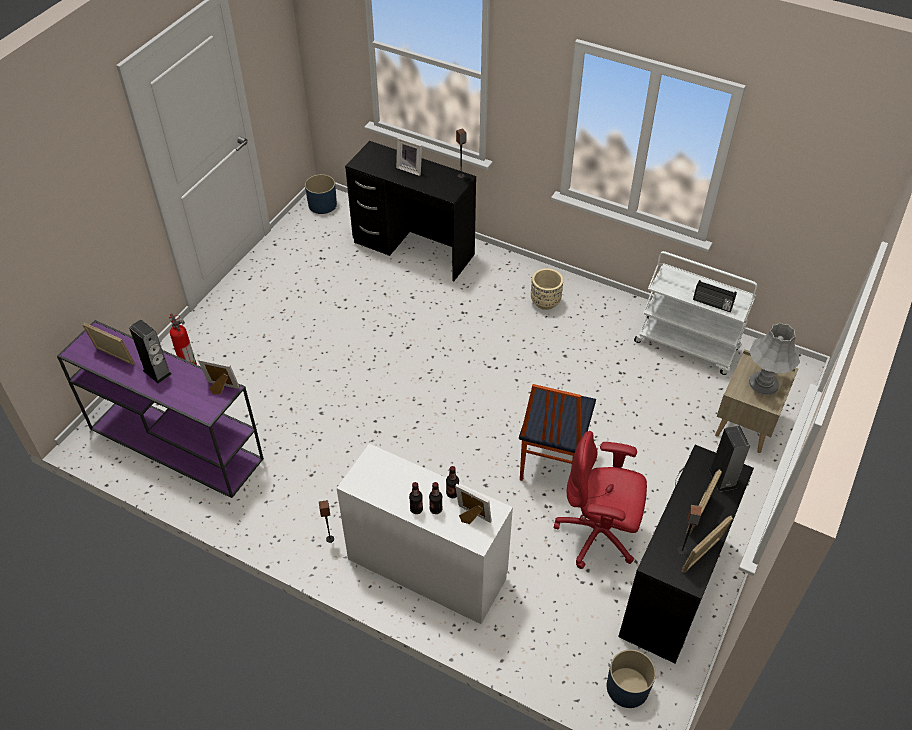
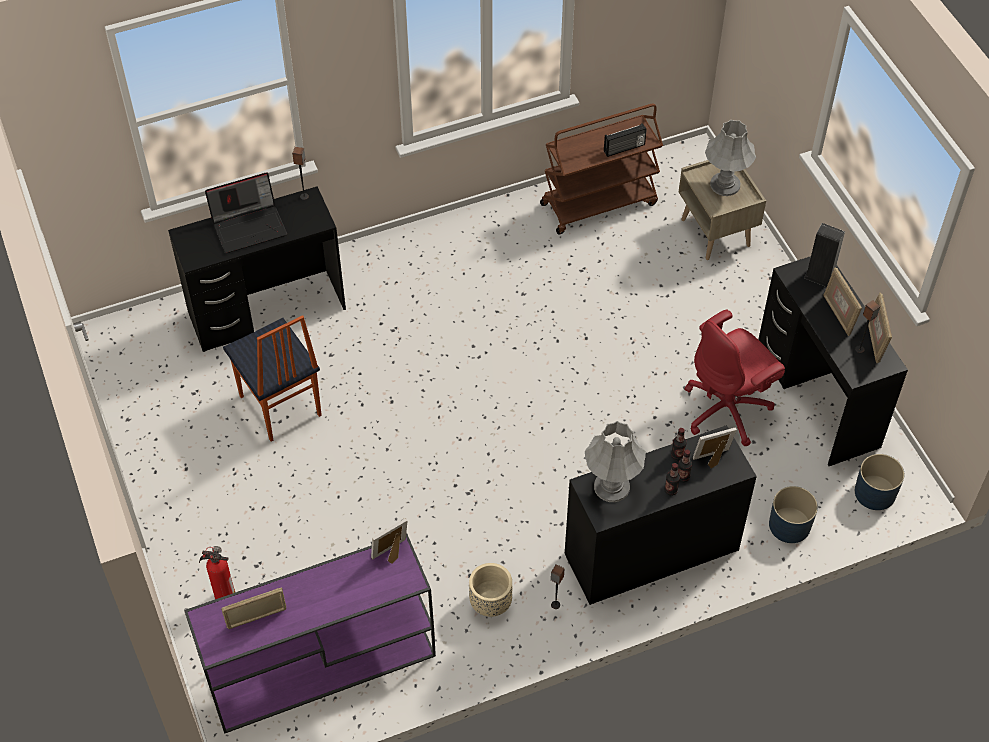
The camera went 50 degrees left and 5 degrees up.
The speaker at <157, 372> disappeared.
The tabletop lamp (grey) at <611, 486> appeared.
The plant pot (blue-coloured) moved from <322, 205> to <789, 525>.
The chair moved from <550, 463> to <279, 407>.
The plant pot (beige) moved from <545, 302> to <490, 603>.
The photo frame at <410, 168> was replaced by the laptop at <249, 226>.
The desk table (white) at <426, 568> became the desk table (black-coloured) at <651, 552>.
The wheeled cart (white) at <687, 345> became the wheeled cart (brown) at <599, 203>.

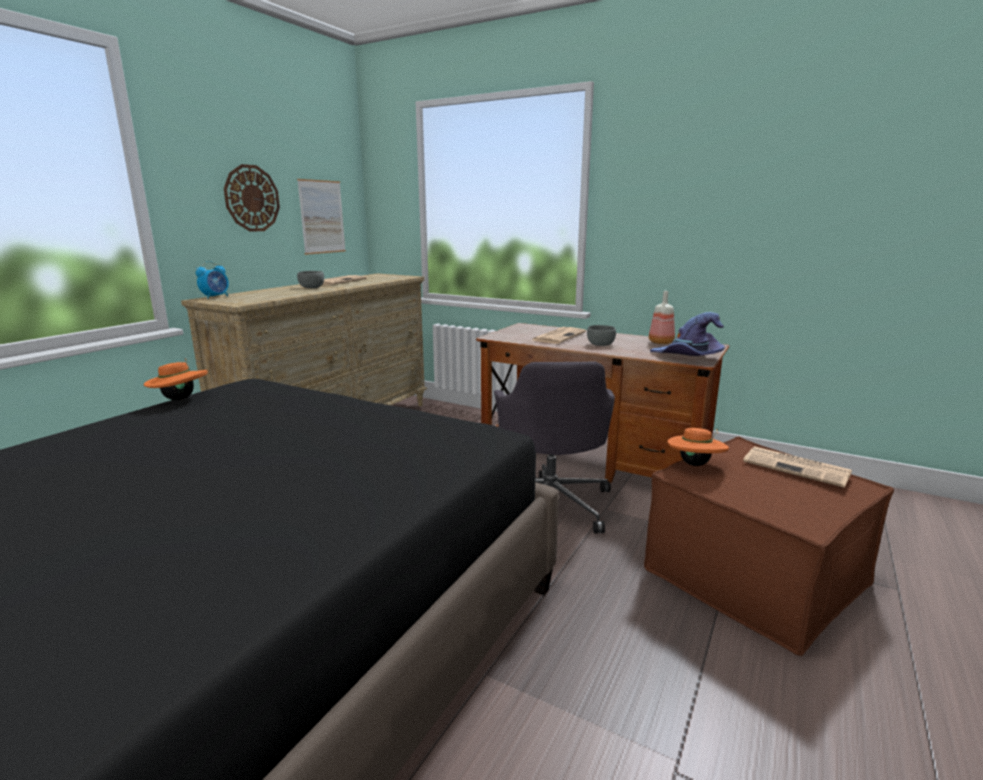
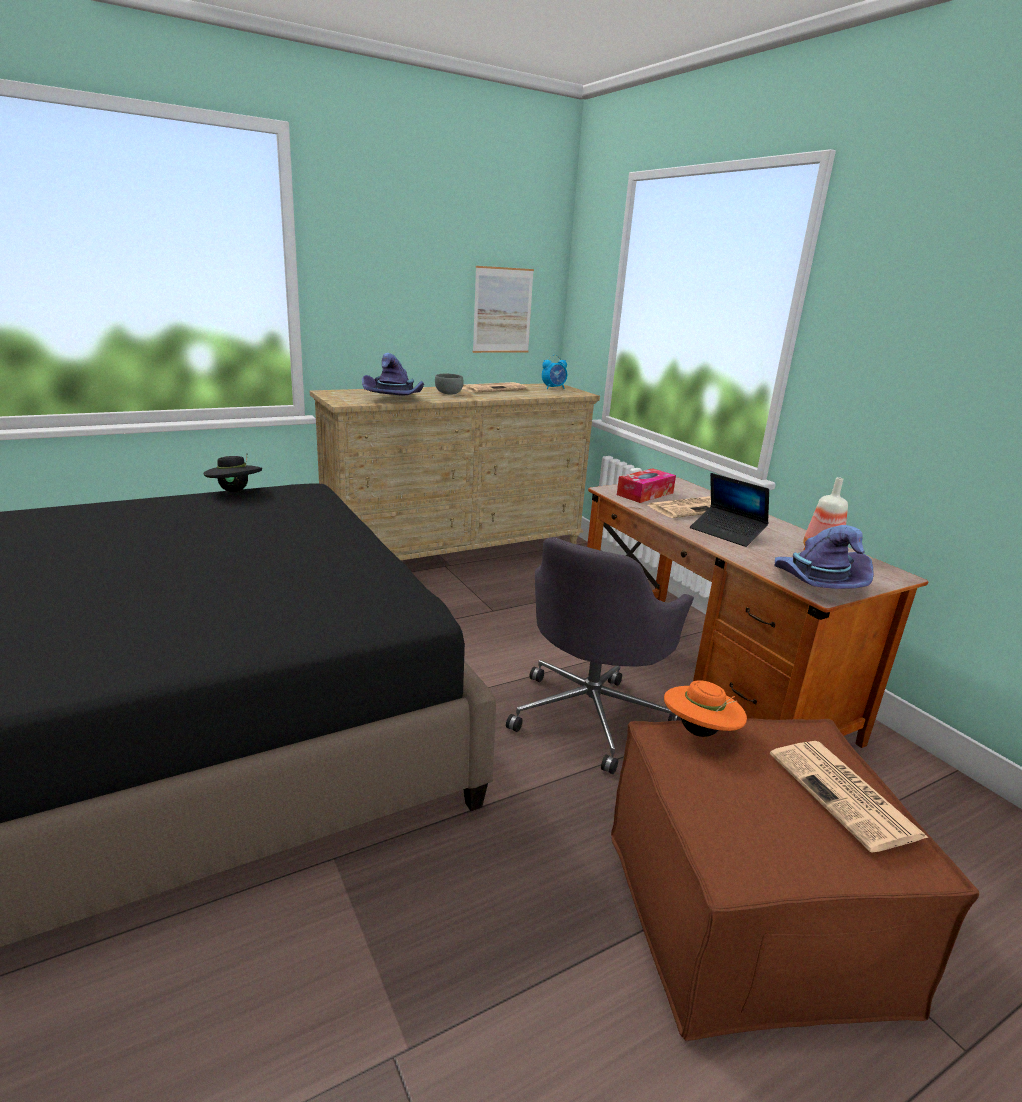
The camera went 30 degrees right and 5 degrees up.
The clock on the wall at <252, 198> disappeared.
The wearable hat (purple-coloured) at <394, 399> appeared.
The tissue box at <645, 494> appeared.
The bedside clock moved from <216, 297> to <554, 388>.
The deep dish (grey) at <601, 344> was replaced by the laptop at <727, 533>.
The wearable hat (orangey) at <180, 399> became the wearable hat (black-coloured) at <235, 491>.

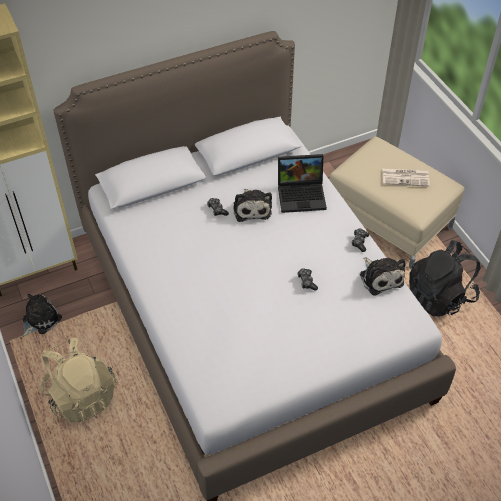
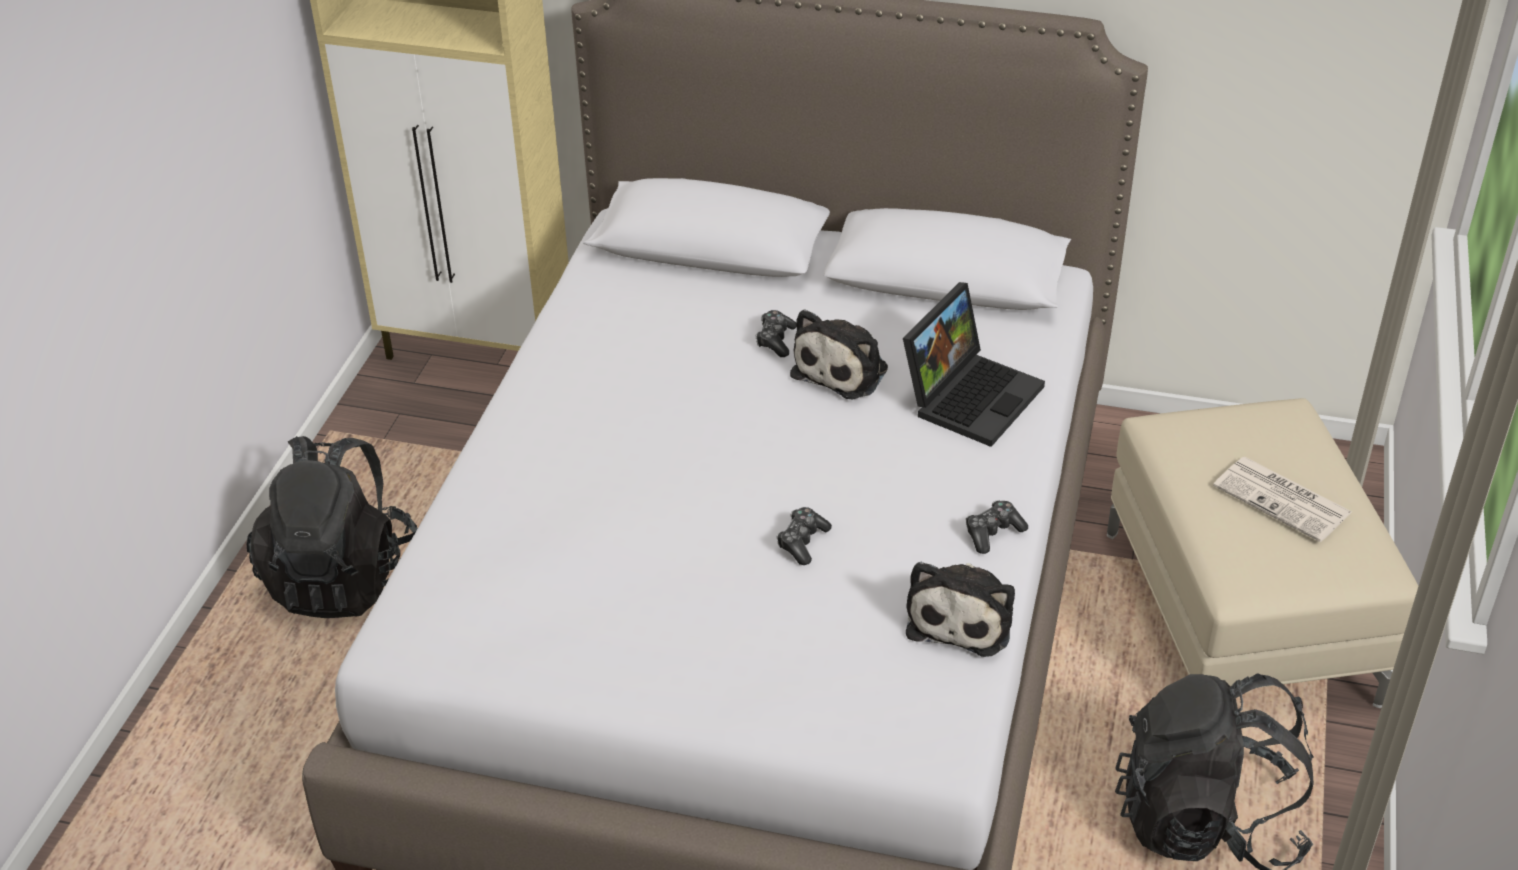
The camera went 40 degrees right and 10 degrees down.
The cuddly toy at <40, 320> disappeared.
The knapsack (beige) at <81, 395> became the knapsack (black-coloured) at <342, 577>.
The laptop at <302, 194> turned 90 degrees counterclockwise.

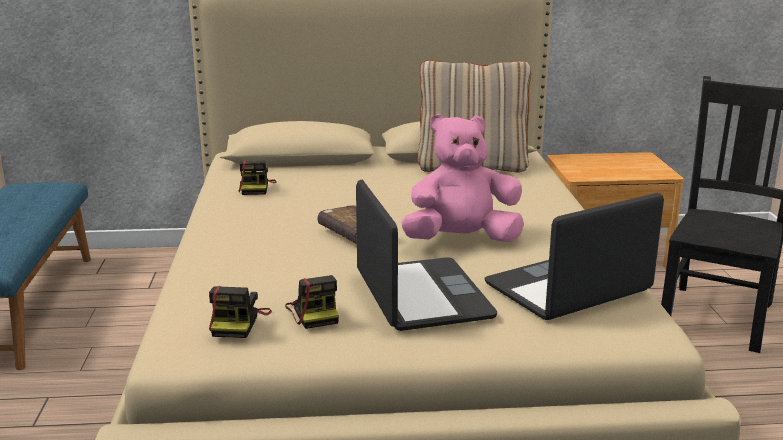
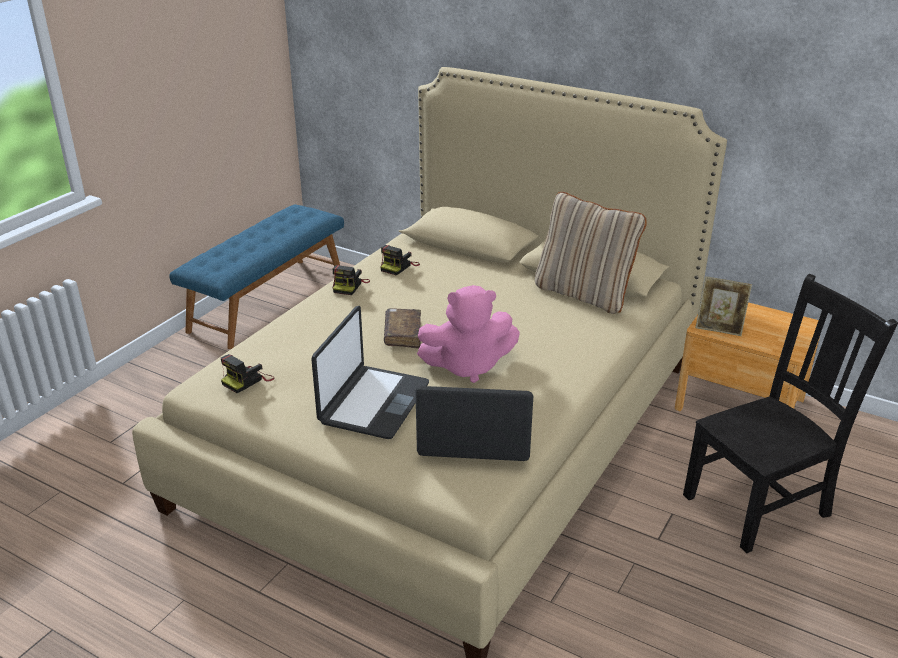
The camera went 35 degrees right and 10 degrees up.
The photo frame at <719, 328> appeared.
The photo camera moved from <314, 312> to <350, 286>.
The cuddly toy (pinkish) at <461, 240> turned 150 degrees clockwise.

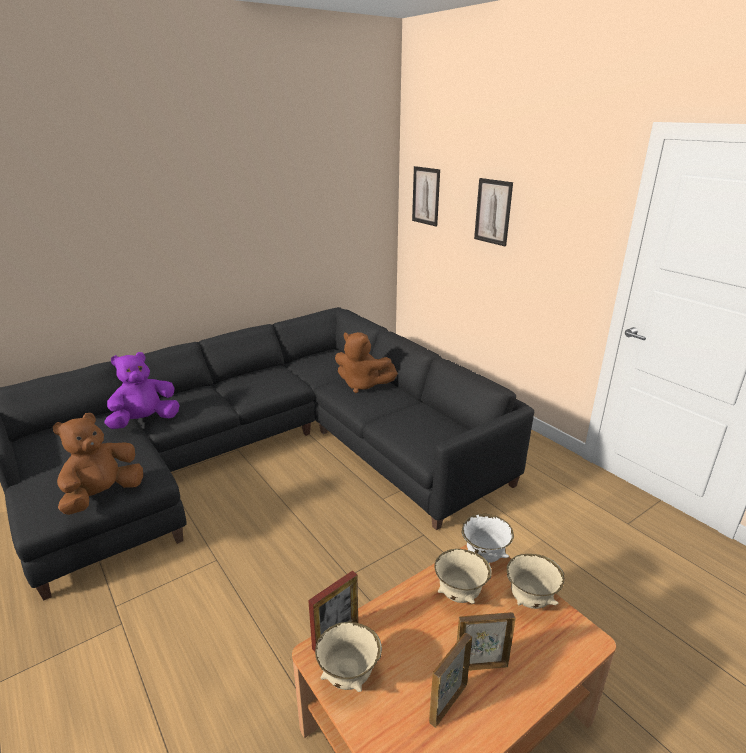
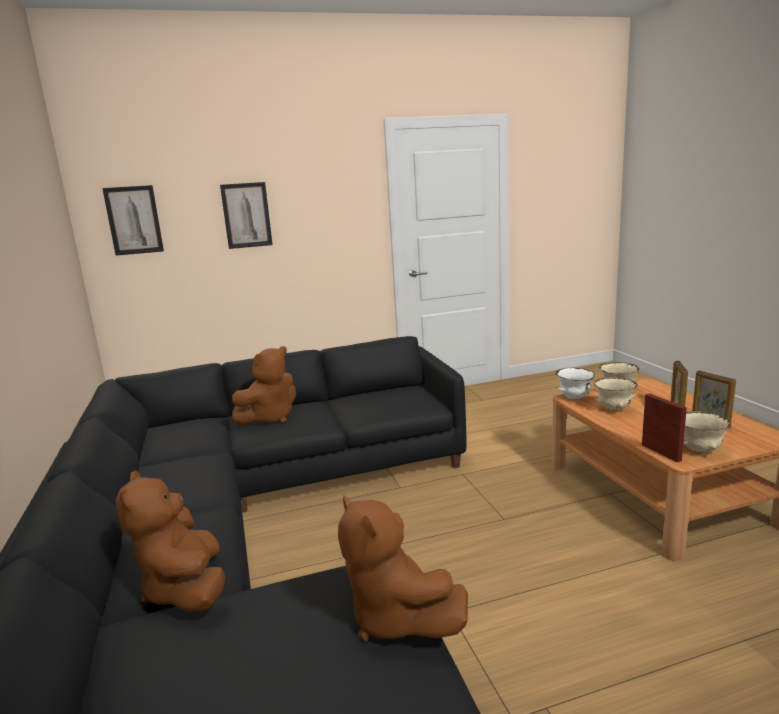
The camera went 70 degrees left and 10 degrees down.
The cuddly toy (purple-coloured) at <145, 421> became the cuddly toy (brown) at <186, 589>.

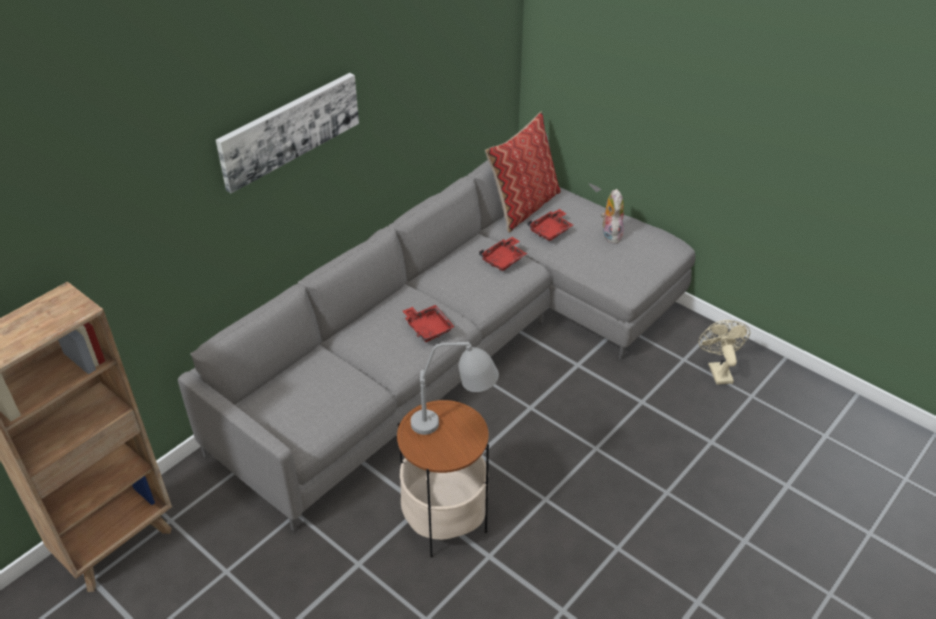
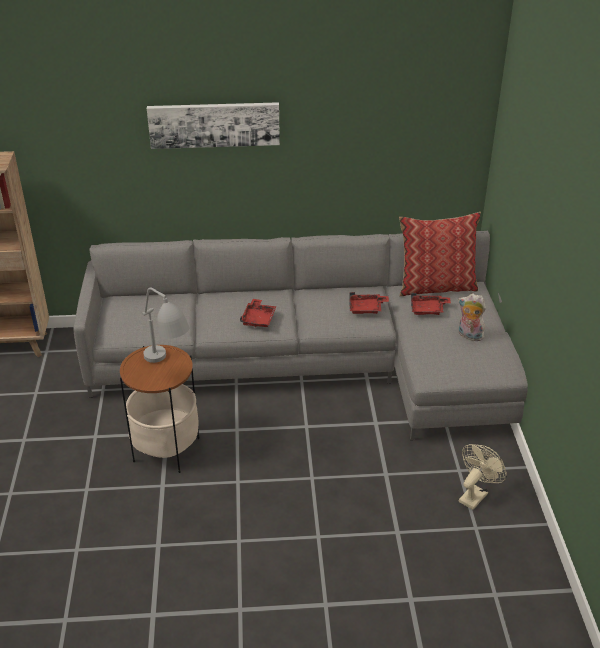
The camera went 45 degrees right and 5 degrees down.
The cuddly toy at <610, 235> turned 105 degrees counterclockwise.

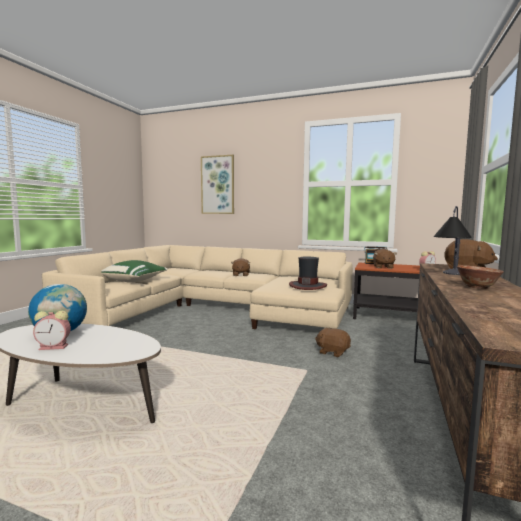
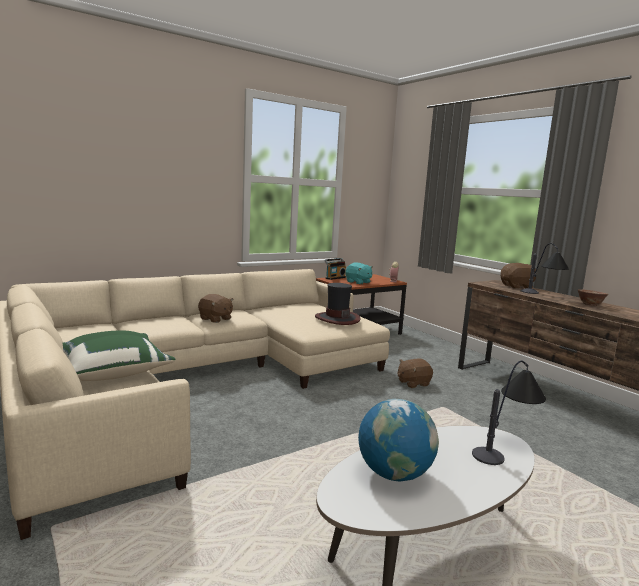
The camera went 55 degrees left and 5 degrees up.
The bedside clock at <55, 347> disappeared.
The picture at <217, 185> disappeared.
The tabletop lamp at <505, 447> appeared.
The cuddly toy (brown) at <383, 267> became the cuddly toy (blue-green) at <358, 282>.

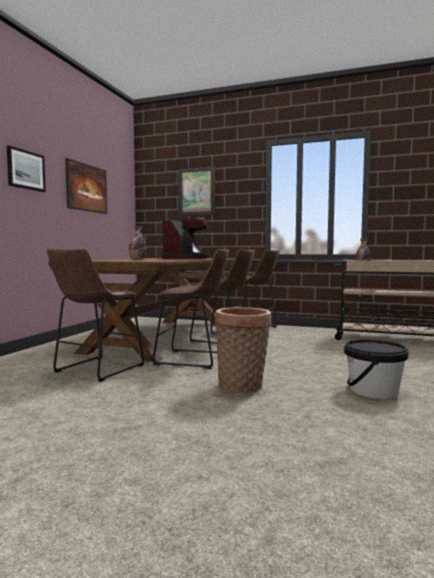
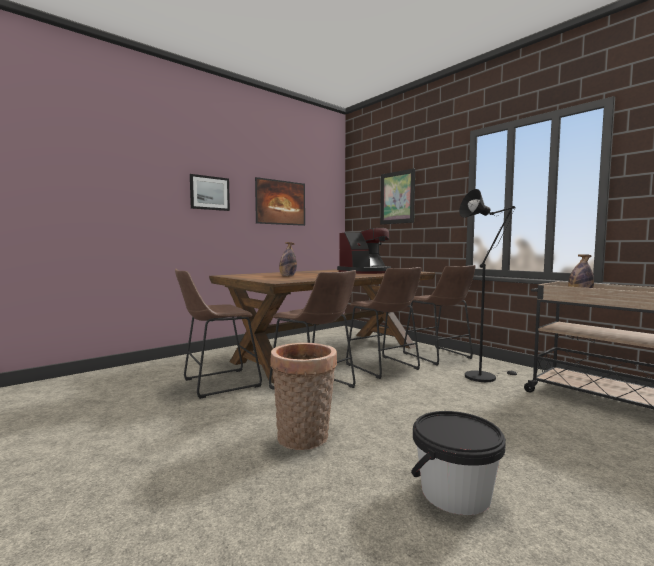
The camera went 30 degrees right and 0 degrees up.
The standing lamp (black-coloured) at <484, 376> appeared.

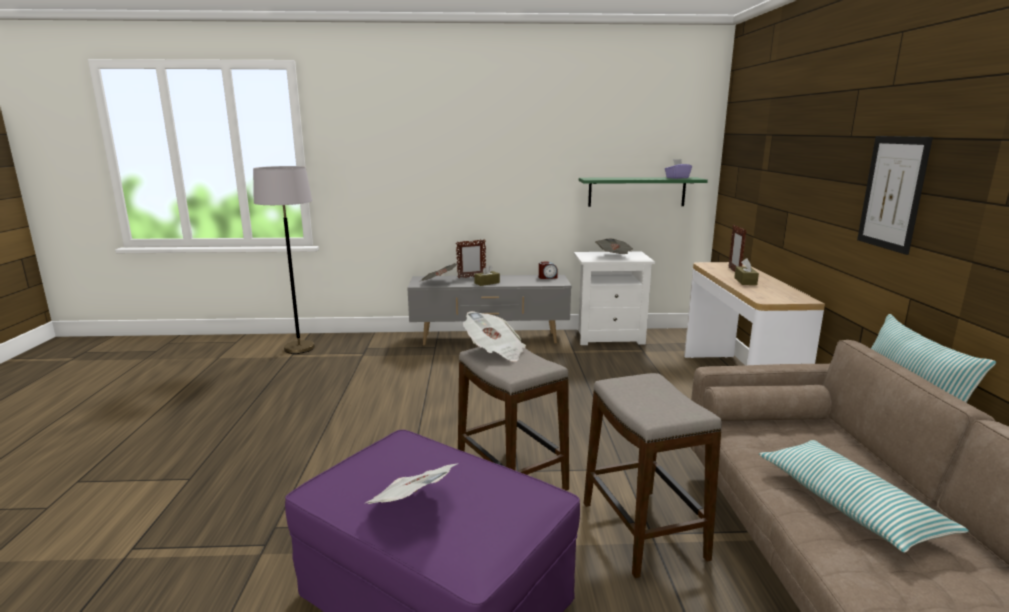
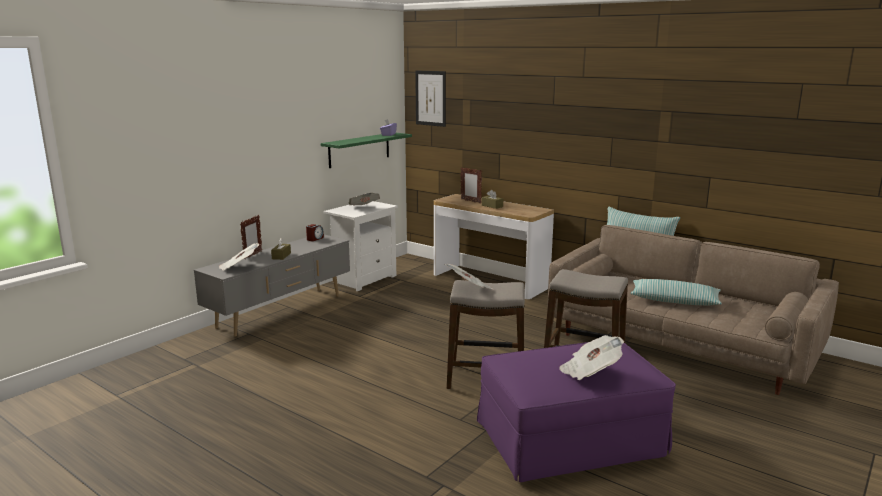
The camera went 50 degrees left and 0 degrees up.
The standing lamp (grey) at <299, 348> disappeared.
The picture moved from <892, 193> to <430, 98>.

